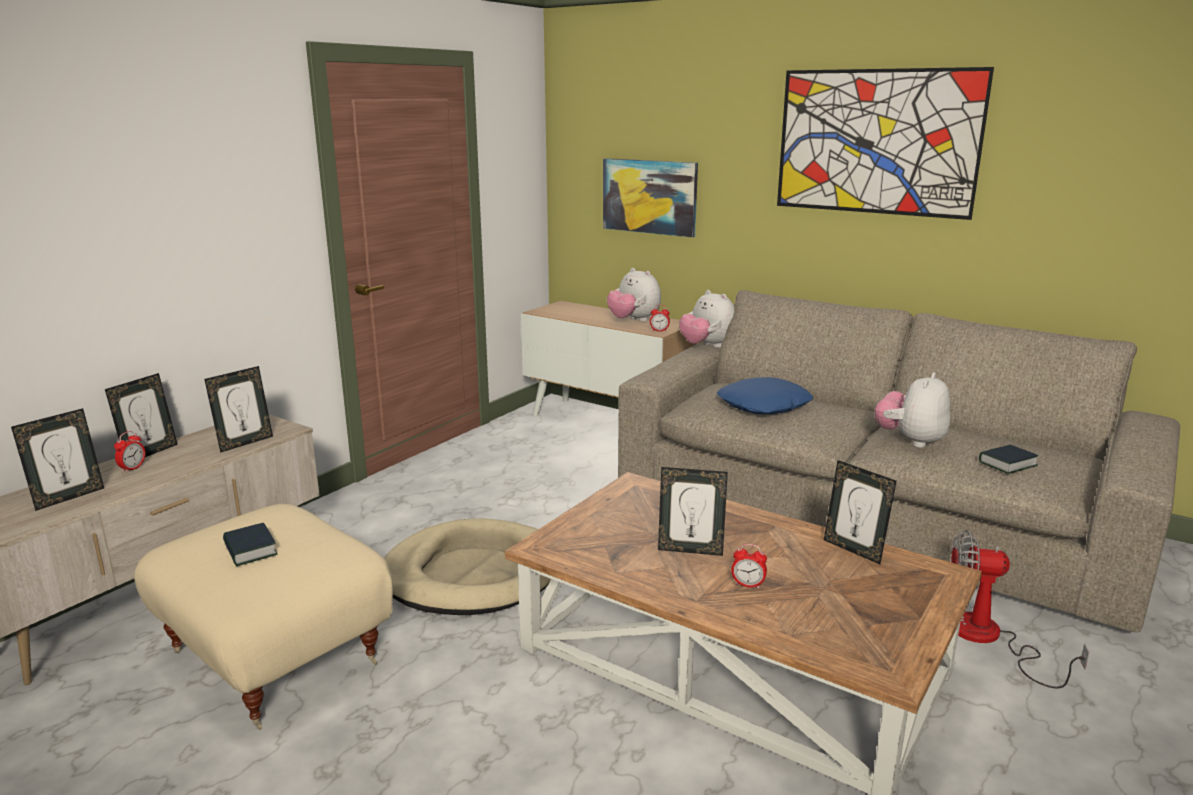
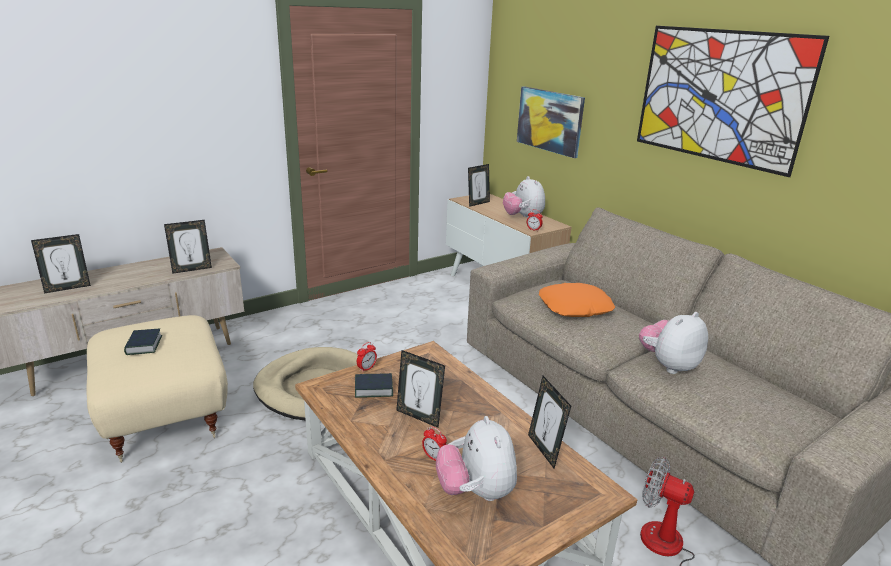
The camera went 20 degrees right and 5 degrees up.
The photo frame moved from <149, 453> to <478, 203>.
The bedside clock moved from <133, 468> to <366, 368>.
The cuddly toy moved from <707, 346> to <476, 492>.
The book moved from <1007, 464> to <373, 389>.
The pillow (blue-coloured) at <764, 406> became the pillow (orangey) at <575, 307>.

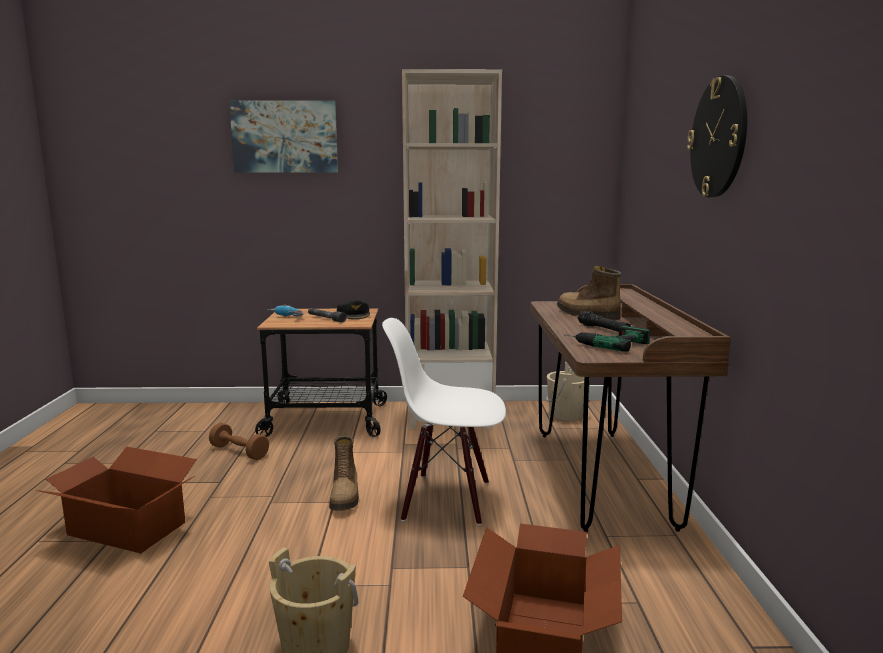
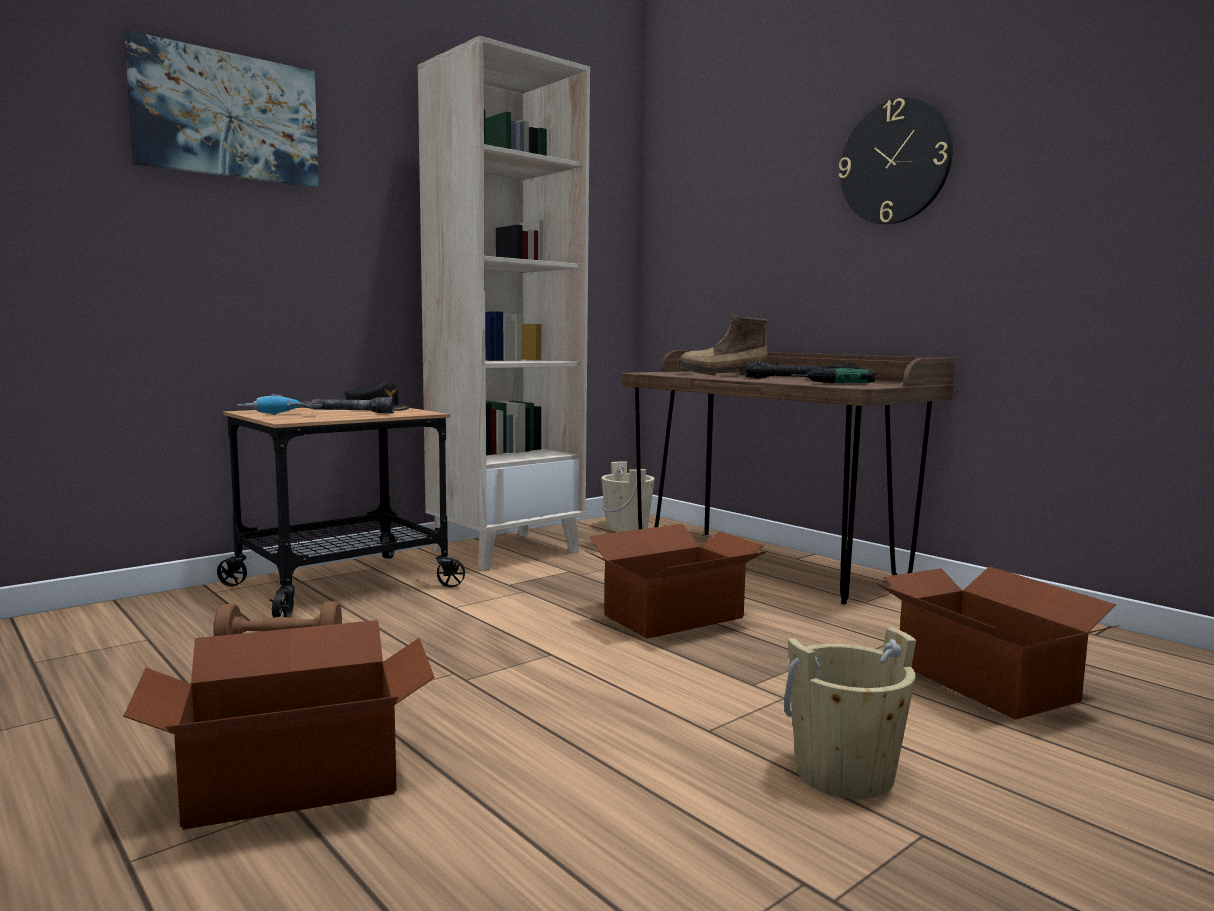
The camera went 40 degrees left and 5 degrees down.
The boot at <345, 497> disappeared.
The chair (white) at <446, 499> was replaced by the packing box at <672, 616>.

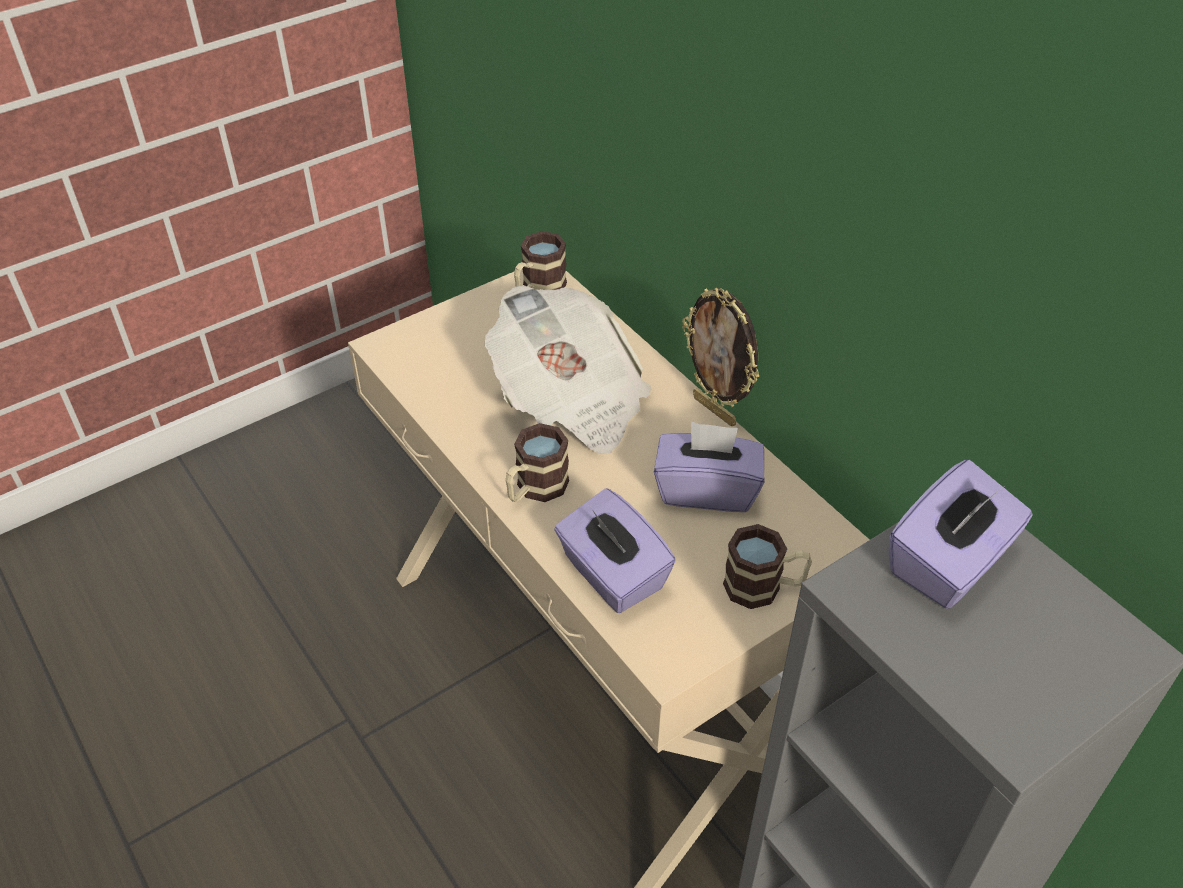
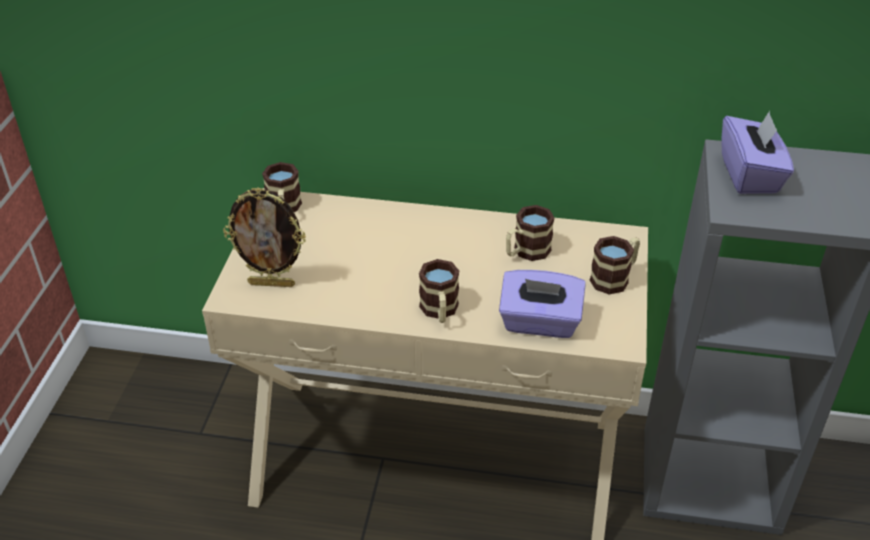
The camera went 45 degrees left and 5 degrees down.
The daily paper at <570, 400> disappeared.
The photo frame moved from <715, 410> to <272, 283>.
The tissue box (purple-coloured) at <707, 489> was replaced by the coffee mug at <526, 252>.

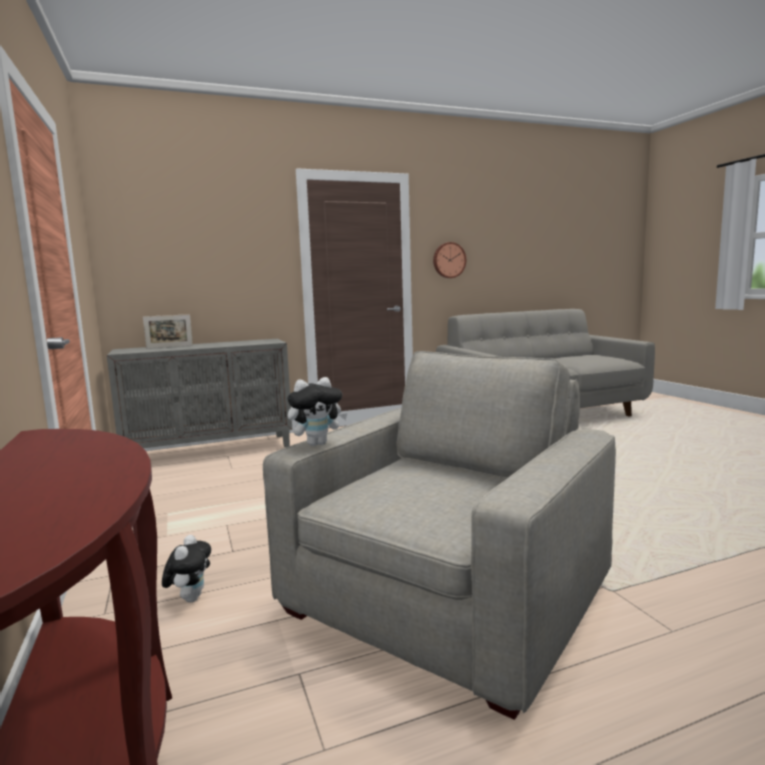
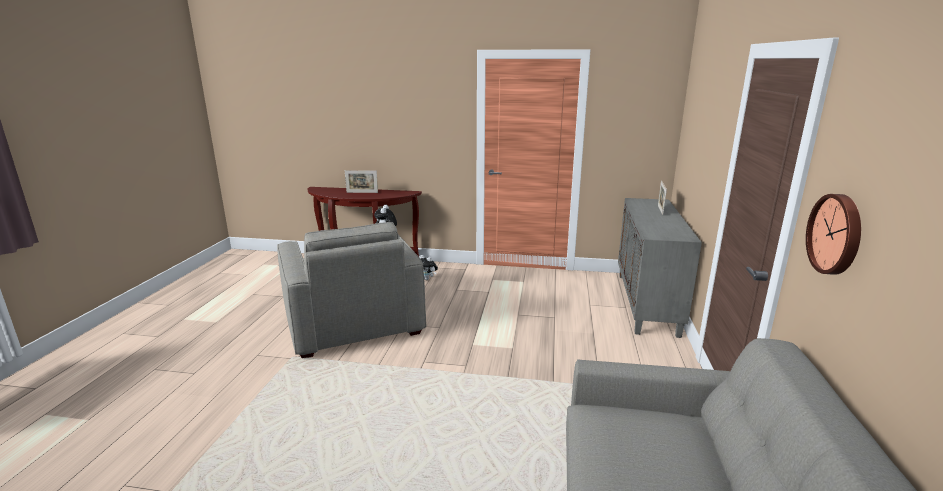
The camera went 120 degrees right and 10 degrees up.
The photo frame at <362, 192> appeared.

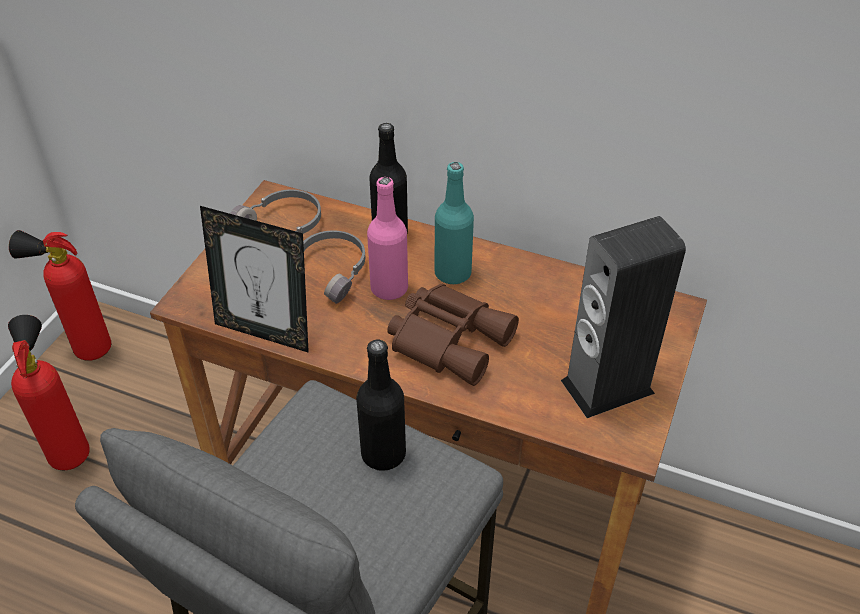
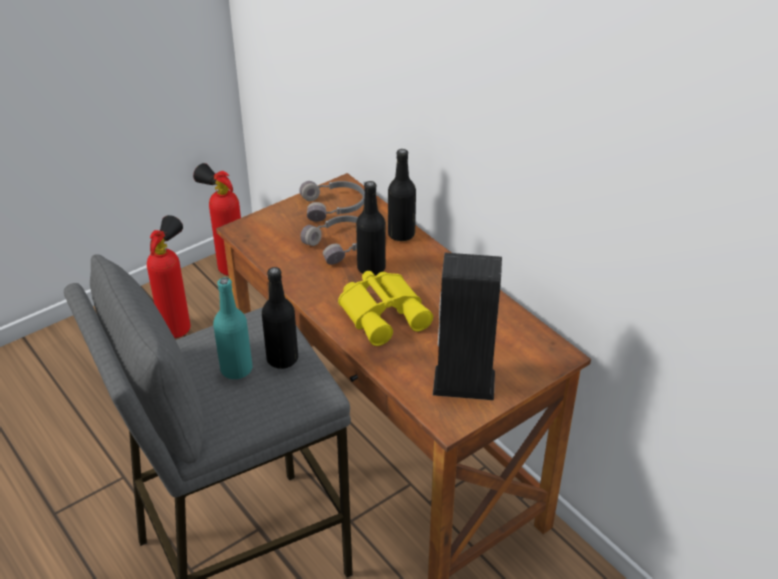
The camera went 30 degrees right and 5 degrees down.
The photo frame at <265, 332> disappeared.
The drink bottle (blue-green) moved from <452, 273> to <236, 369>.
The drink bottle (pinkish) at <389, 288> became the drink bottle (black-coloured) at <371, 268>.
The field glasses (brown) at <449, 338> became the field glasses (yellow) at <384, 312>.

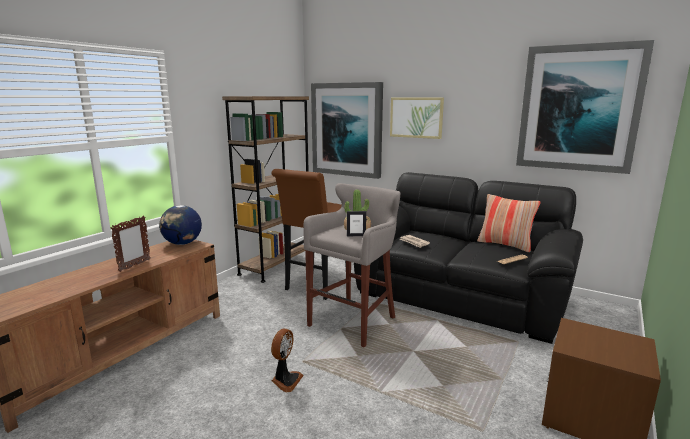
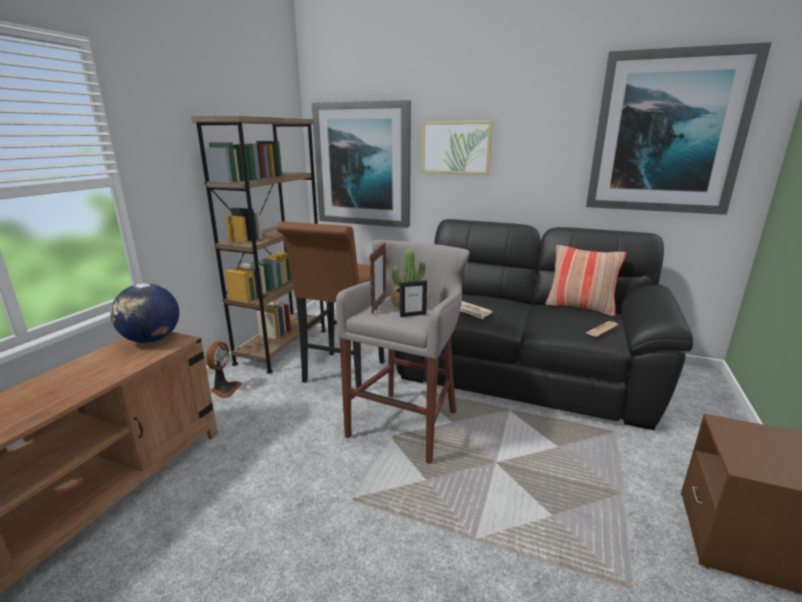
The camera went 10 degrees left and 5 degrees up.
The photo frame moved from <134, 265> to <378, 306>.
The cooling fan moved from <285, 380> to <224, 389>.

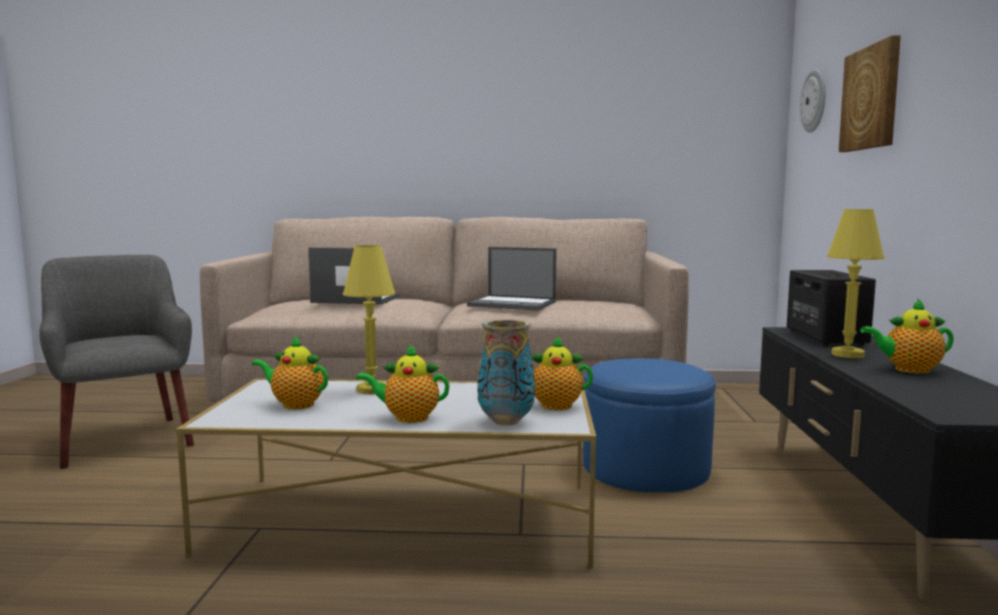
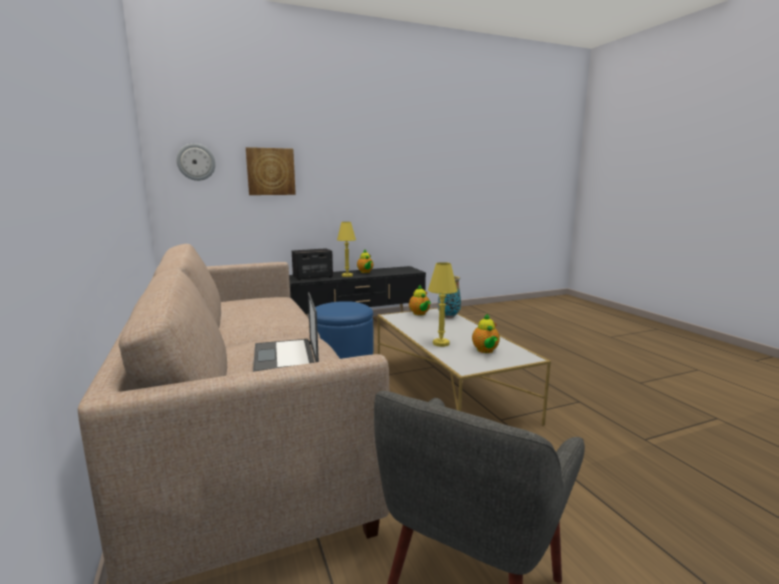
The camera went 115 degrees left and 5 degrees up.
The pot for tea at <407, 418> disappeared.
The laptop at <513, 304> disappeared.

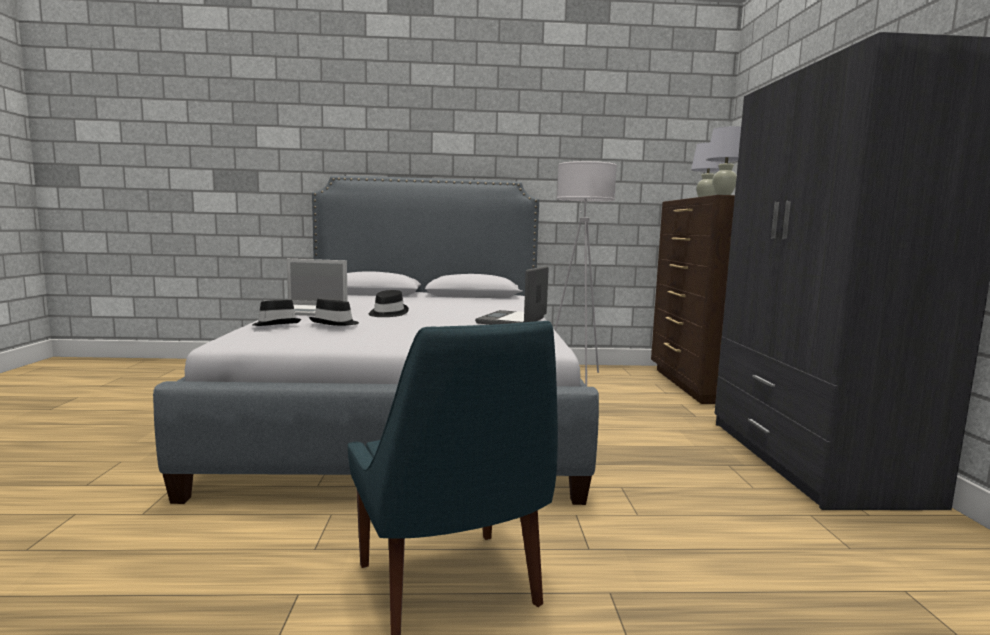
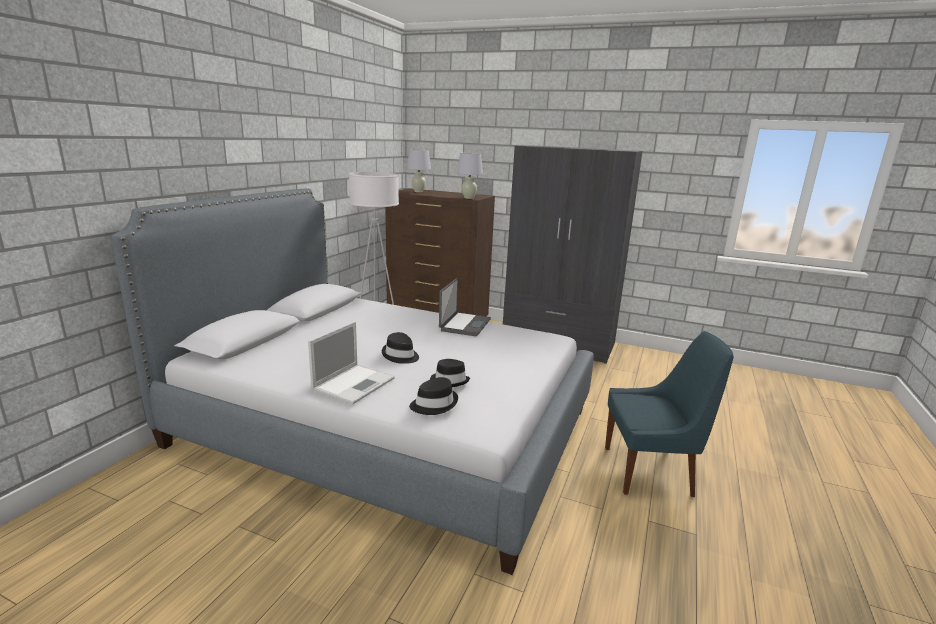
The camera went 65 degrees left and 10 degrees up.
The laptop at <513, 321> turned 120 degrees counterclockwise.

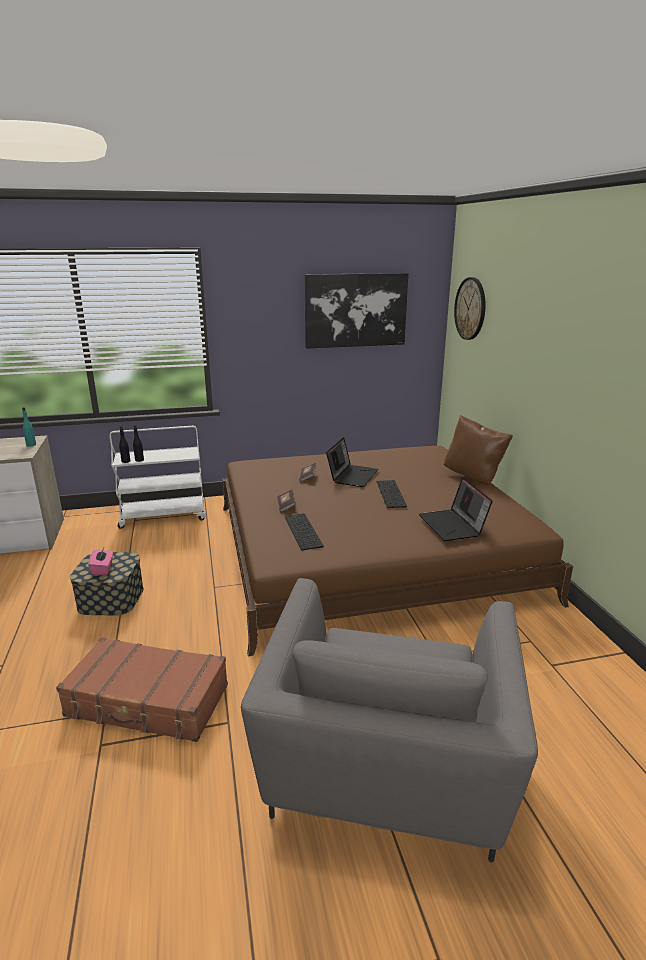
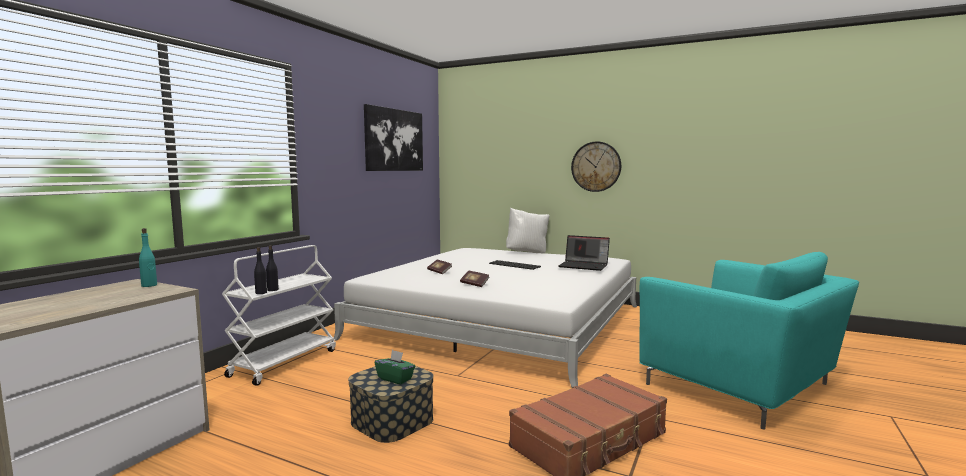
The camera went 50 degrees left and 15 degrees down.
The PC keyboard at <304, 531> disappeared.
The laptop at <352, 476> disappeared.
The clock on the wall moved from <470, 308> to <596, 166>.
The tissue box (pinkish) at <103, 569> became the tissue box (green) at <395, 378>.
The bed (brown) at <369, 550> became the bed (white) at <500, 321>.
The easy chair (grey) at <385, 771> became the easy chair (blue-green) at <741, 386>.
The pillow (brown) at <473, 477> became the pillow (white) at <527, 252>.

